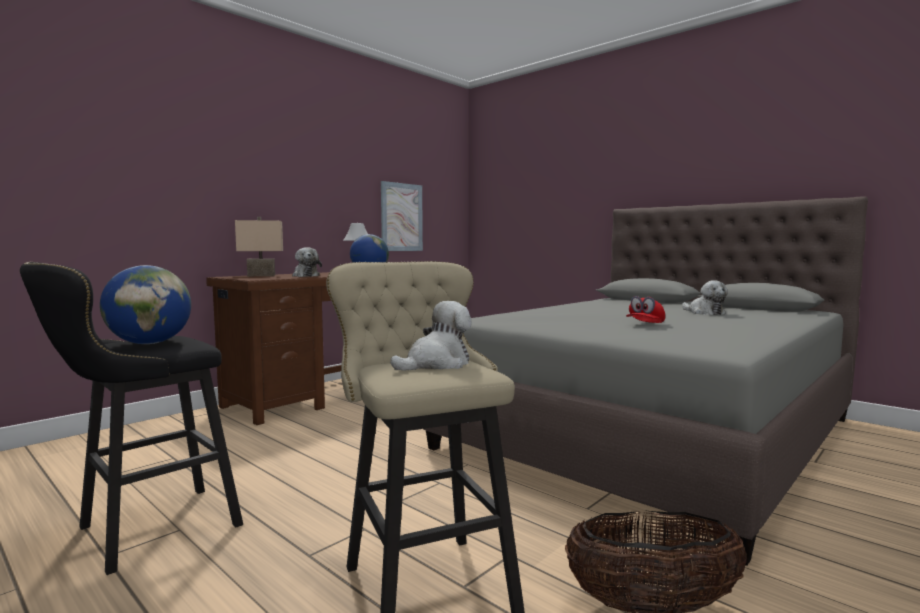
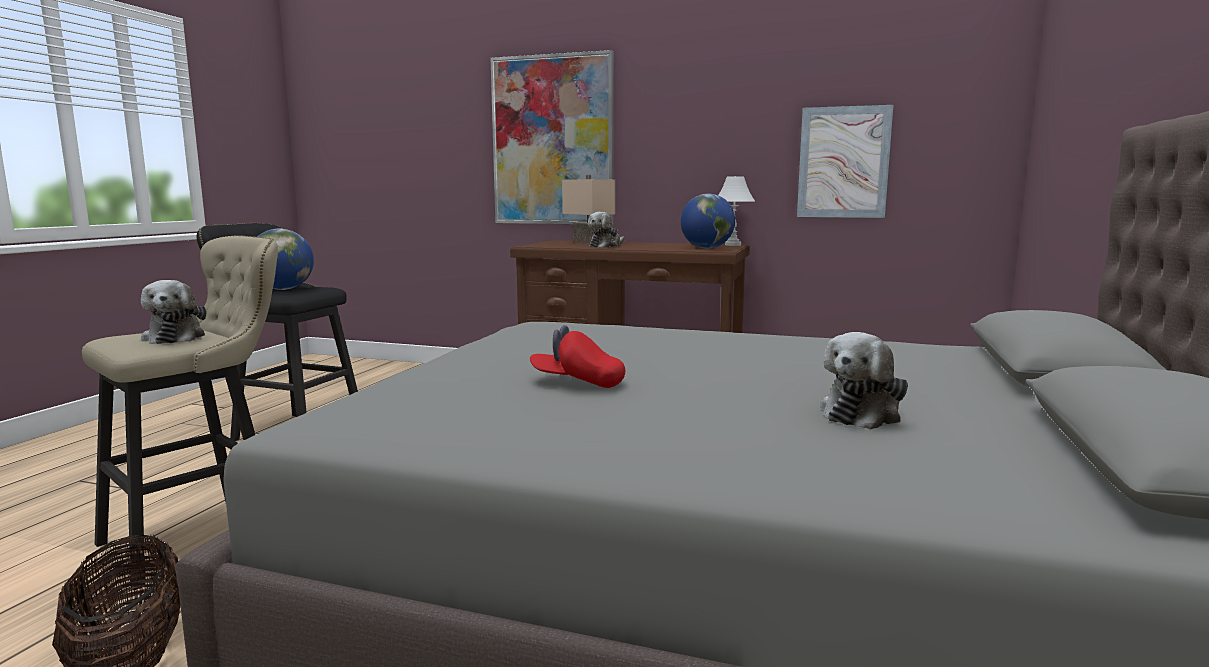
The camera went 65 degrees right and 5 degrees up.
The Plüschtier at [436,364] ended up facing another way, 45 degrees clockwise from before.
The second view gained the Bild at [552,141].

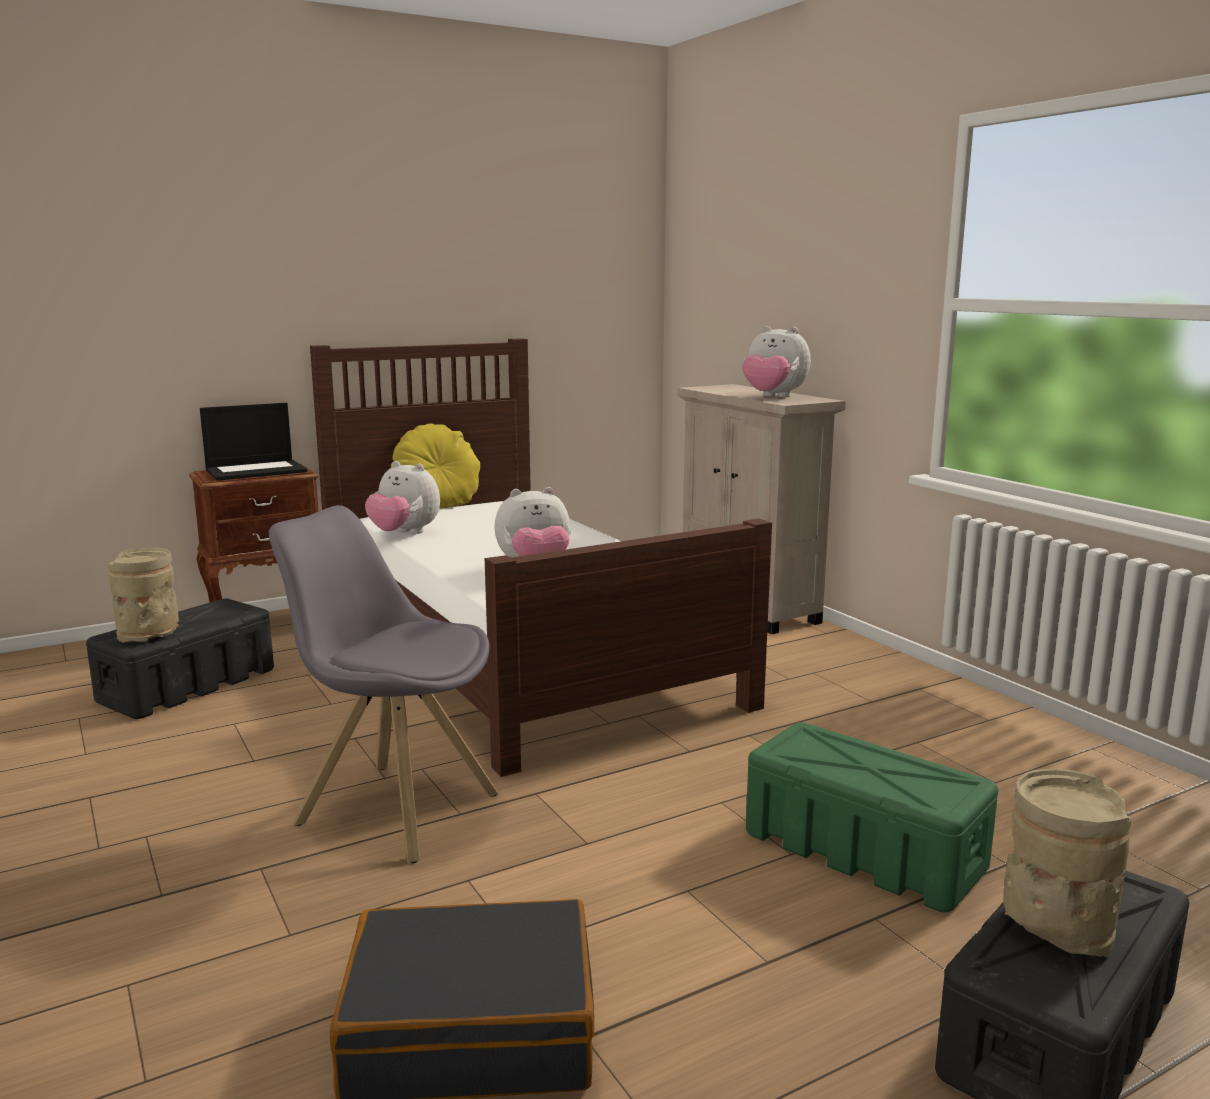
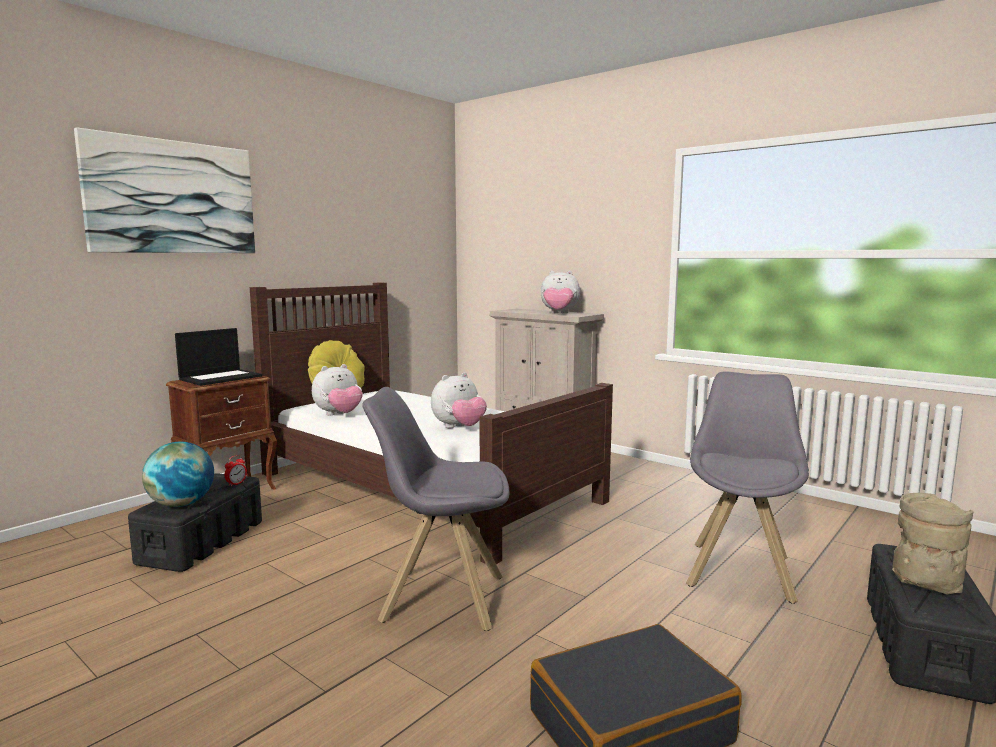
The camera went 20 degrees left and 5 degrees down.
The Plüschtier at [404,533] ended up facing another way, 45 degrees counterclockwise from before.
Where the Vase/beige stood at [149,635], the Globus came to stand at [181,504].
Where the Aufbewahrungsbox/grün stood at [865,851], the Stuhl/grau came to stand at [740,571].
The second view gained the Bild at [172,197].
The second view gained the Wecker at [236,484].

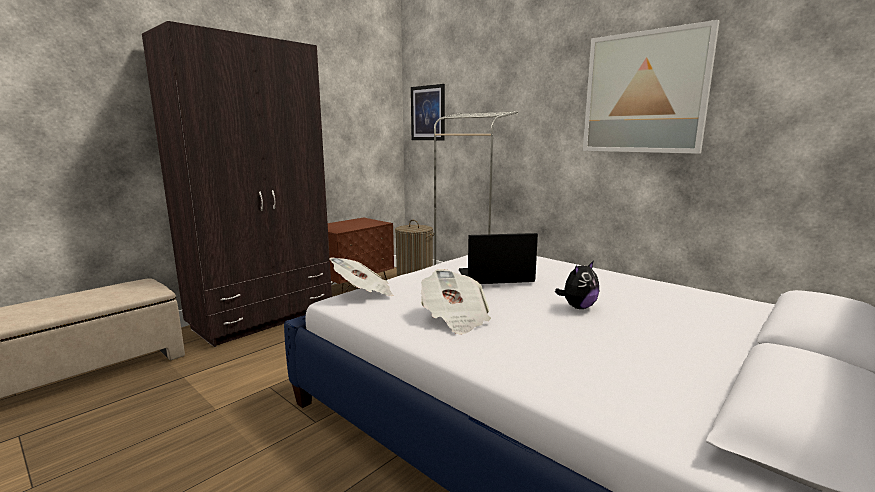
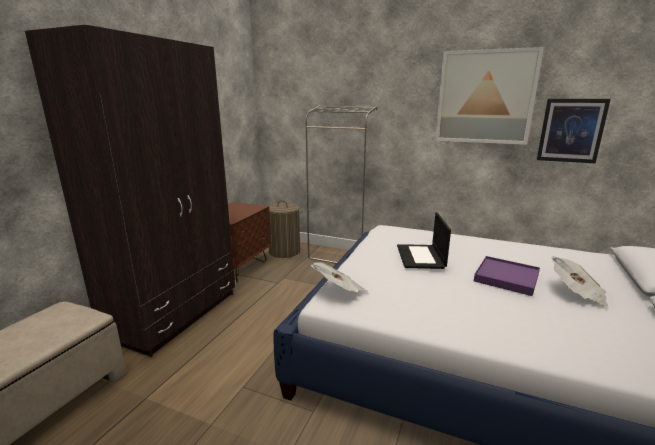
The camera went 20 degrees left and 5 degrees up.
The Bild ended up elsewhere, having gone from [428,113] to [571,130].
The Laptop at [495,276] ended up facing another way, 60 degrees counterclockwise from before.
Where the Plüschtier stood at [578,307], the Tablett/lila came to stand at [506,277].
The Zeitung ended up elsewhere, having gone from [455,319] to [577,294].

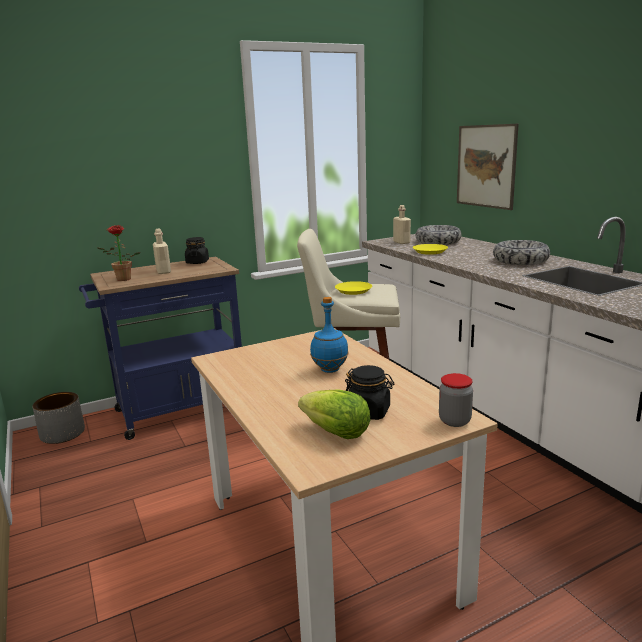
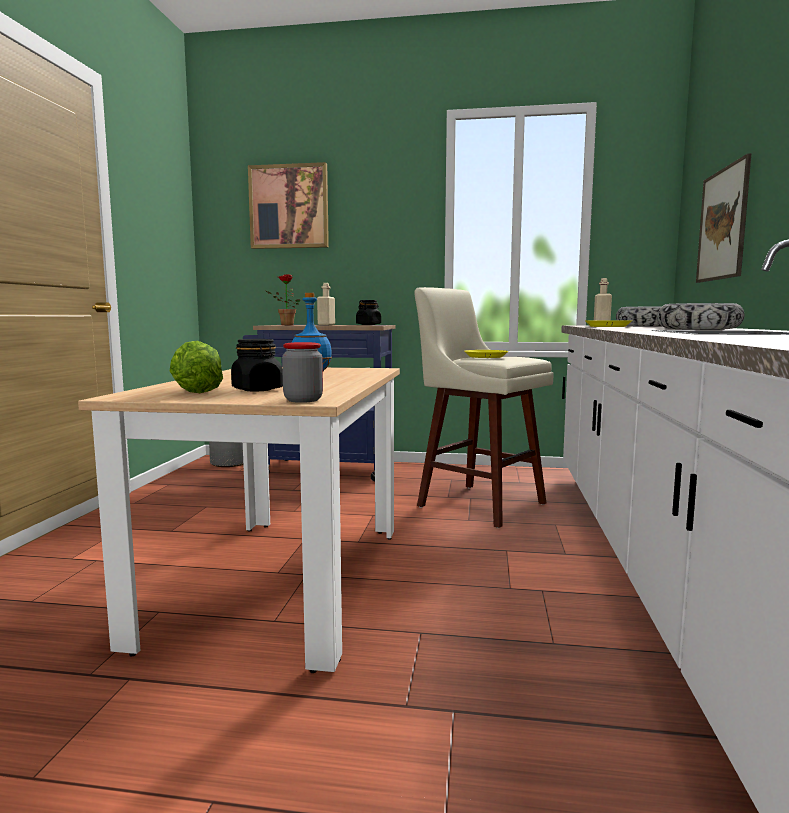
The camera went 35 degrees right and 10 degrees down.
The second view gained the Bild at [289,207].

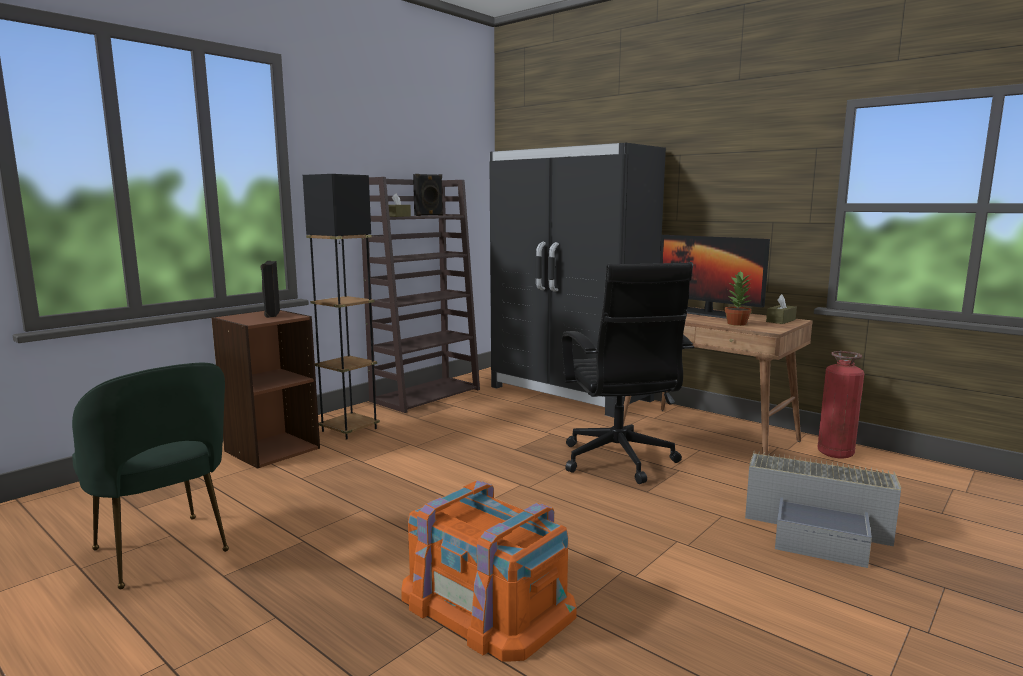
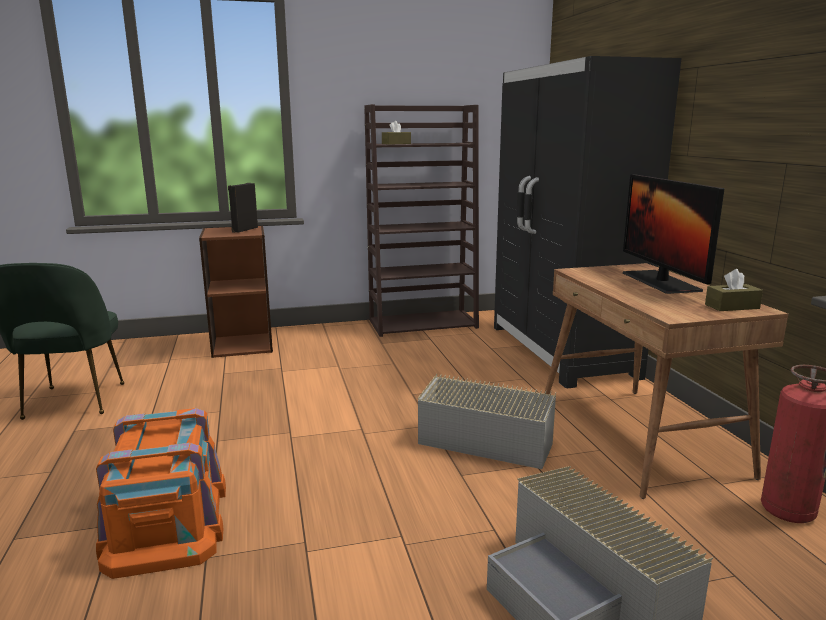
The camera went 35 degrees right and 5 degrees up.
The second view lost the Stehlampe/schwarz at [349,430].
The second view lost the Lautsprecher/schwarz at [429,215].
Where the Bürostuhl/schwarz stood at [619,462], the Aufbewahrungsbox/grau came to stand at [487,436].
The second view lost the Topfpflanze at [737,323].

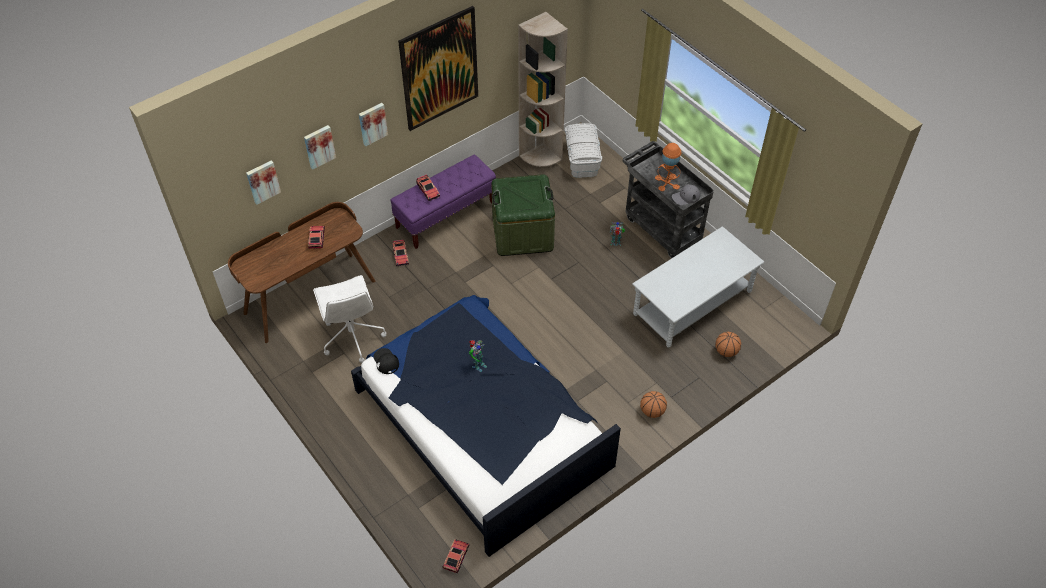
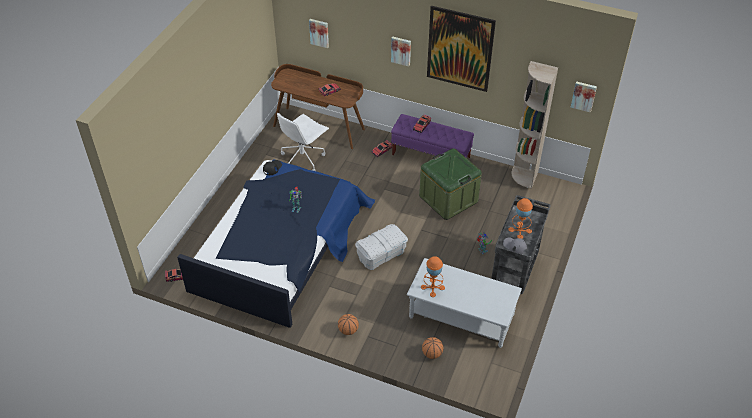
The camera went 60 degrees right and 5 degrees down.
The Aufbewahrungsbox/weiß ended up elsewhere, having gone from [582,159] to [381,254].
The Bild ended up elsewhere, having gone from [319,146] to [583,96].
The second view gained the Tischlampe/orange at [432,287].

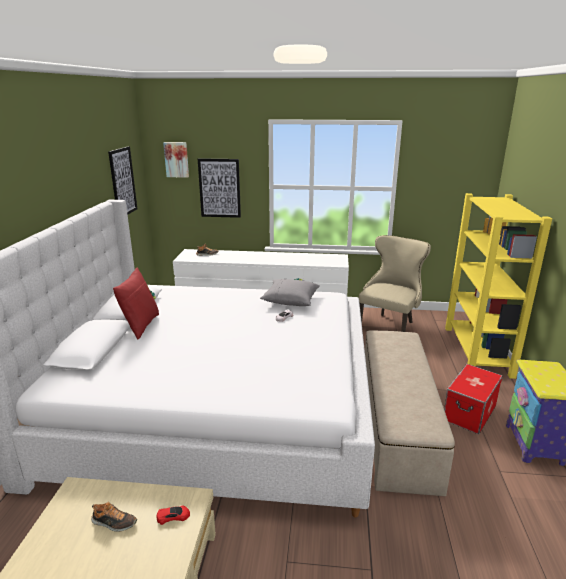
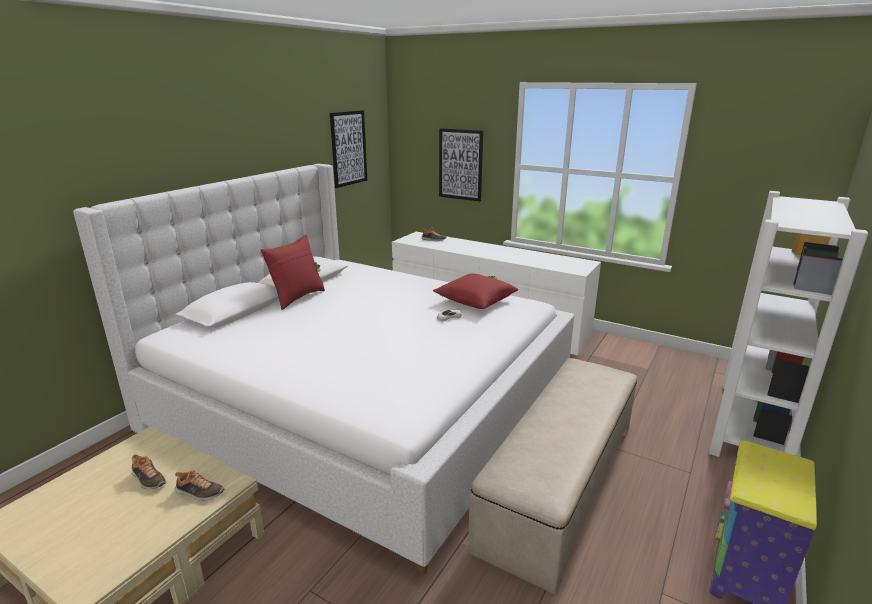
The camera went 25 degrees right and 0 degrees up.
The second view lost the Bild at [176,159].
What was the Bücherregal/gelb at [477,351] turned into the Bücherregal/weiß at [752,426].
The second view lost the Stuhl/beige at [389,326].
What was the Kissen/grau at [290,301] turned into the Kissen/rot at [475,301].
The second view lost the Aufbewahrungsbox at [470,413].
Where the Spielzeugauto/rot stood at [173,516], the Schuh came to stand at [199,493].

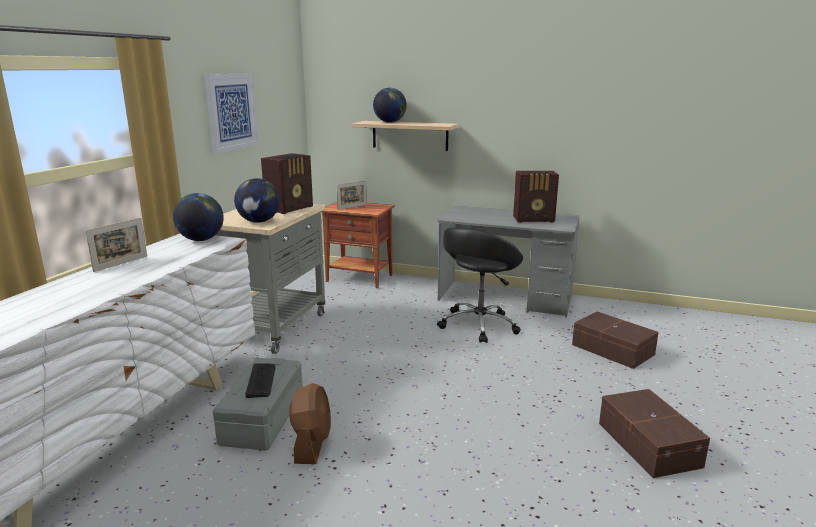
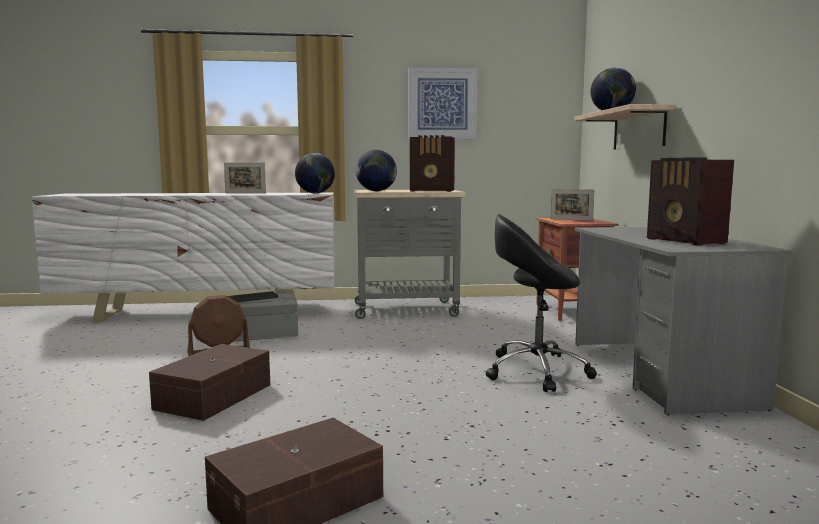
The camera went 65 degrees right and 10 degrees down.
The Aufbewahrungsbox/braun ended up elsewhere, having gone from [612,350] to [212,397].

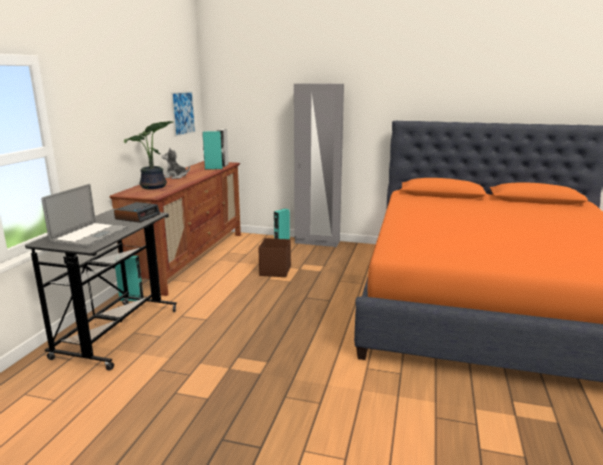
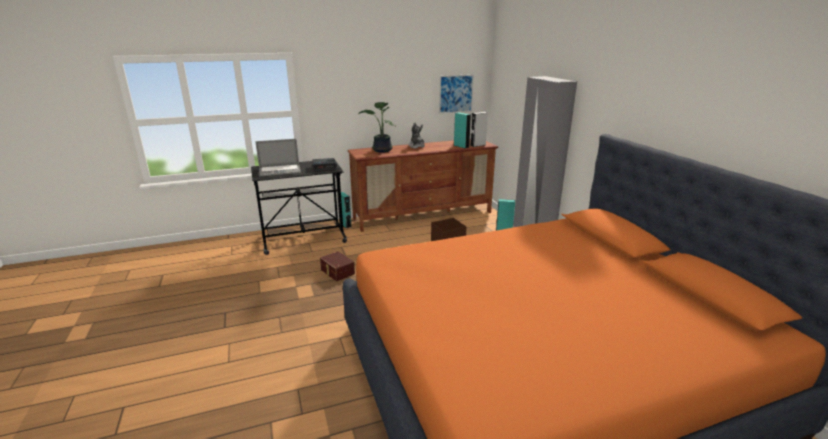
The camera went 55 degrees right and 5 degrees up.
The second view gained the Aufbewahrungsbox/braun at [337,272].

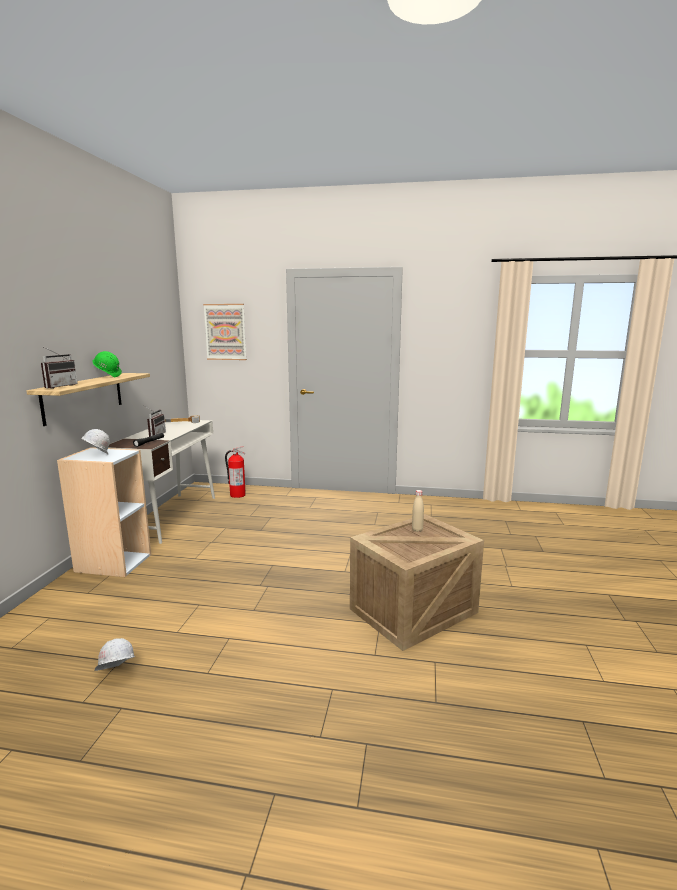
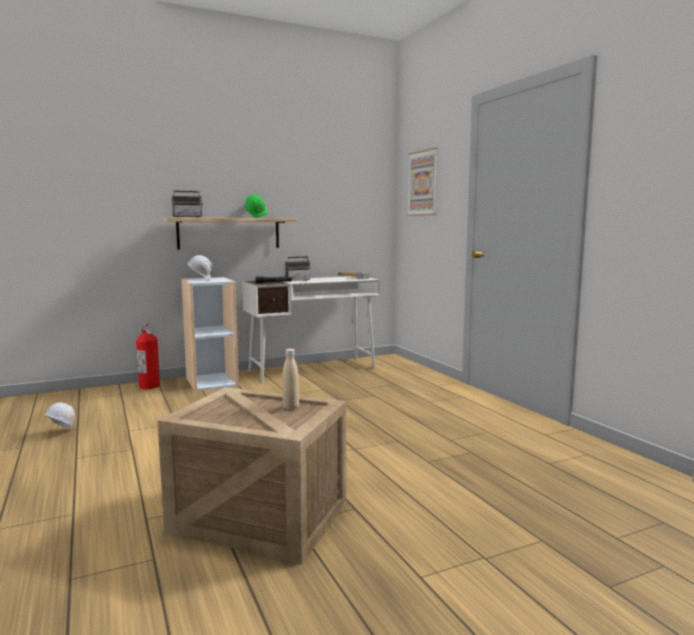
The camera went 55 degrees right and 5 degrees down.
The Feuerlöscher ended up elsewhere, having gone from [237,495] to [150,386].

